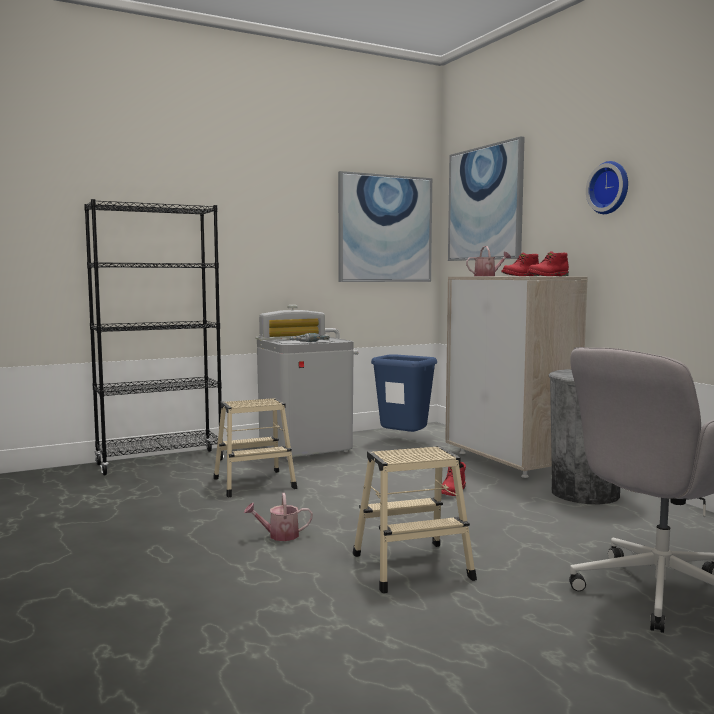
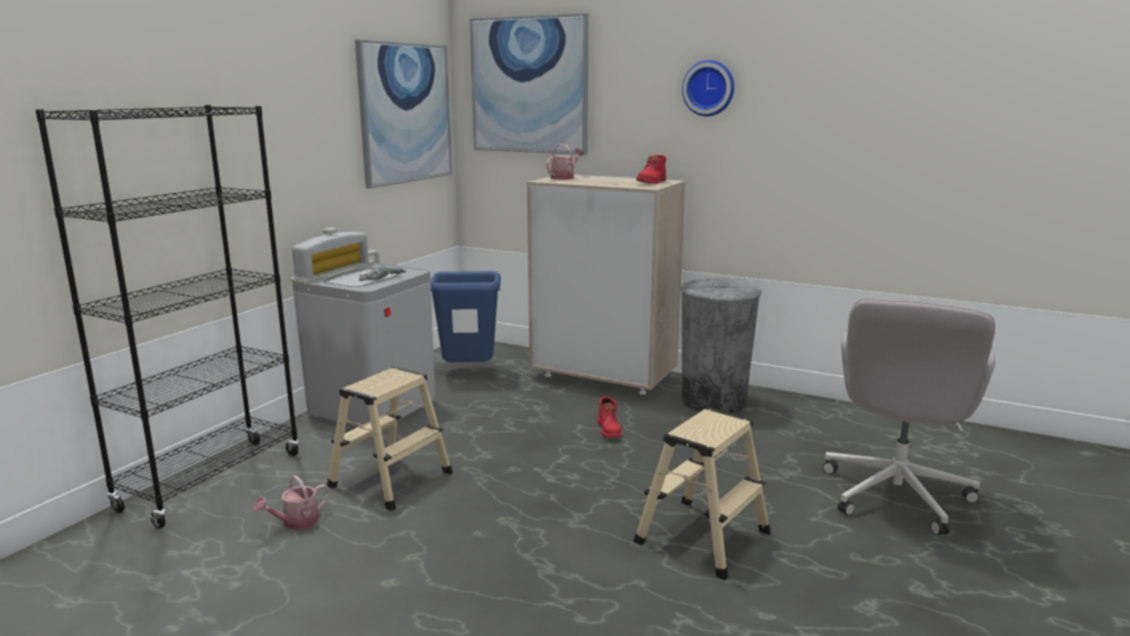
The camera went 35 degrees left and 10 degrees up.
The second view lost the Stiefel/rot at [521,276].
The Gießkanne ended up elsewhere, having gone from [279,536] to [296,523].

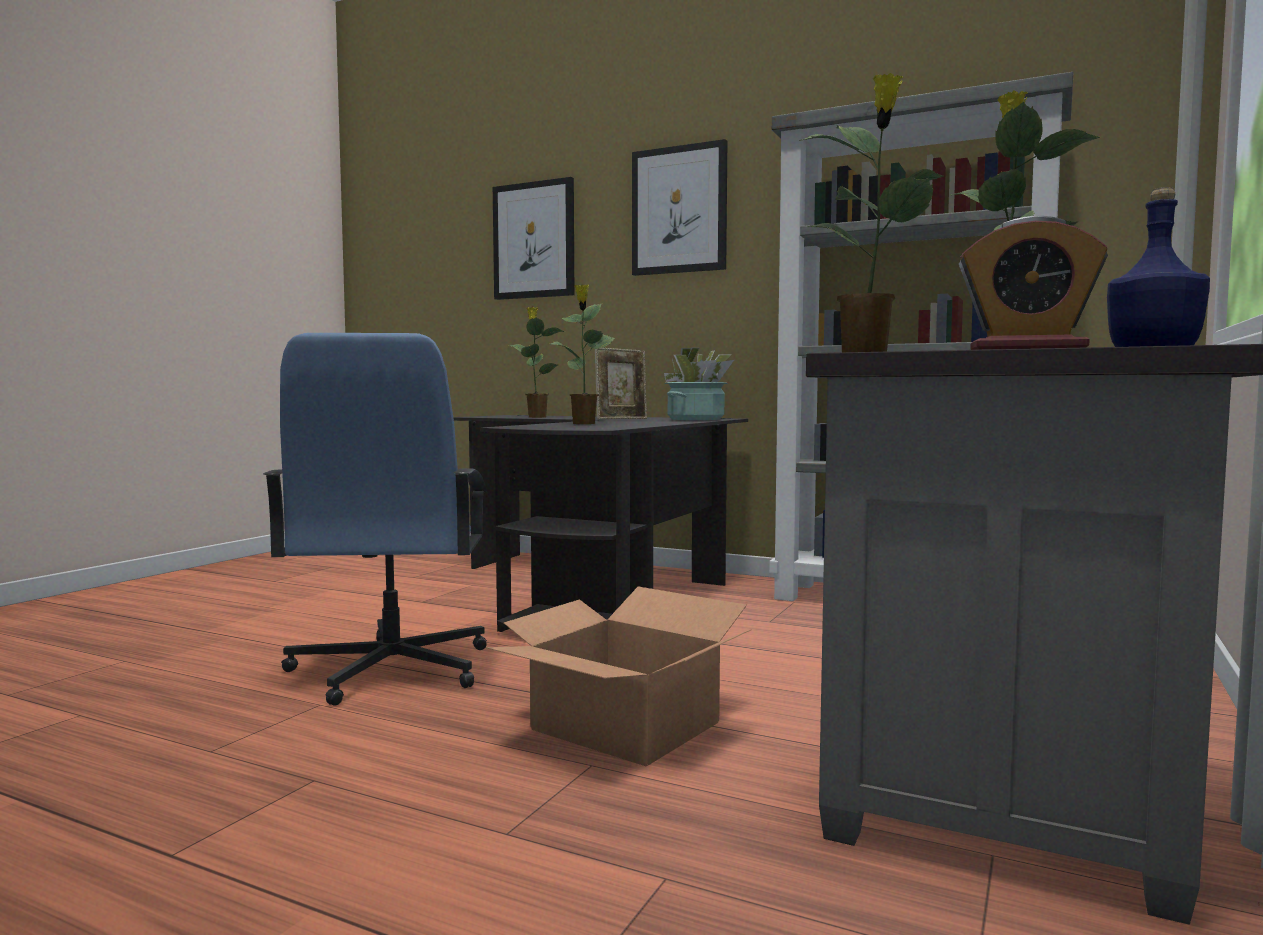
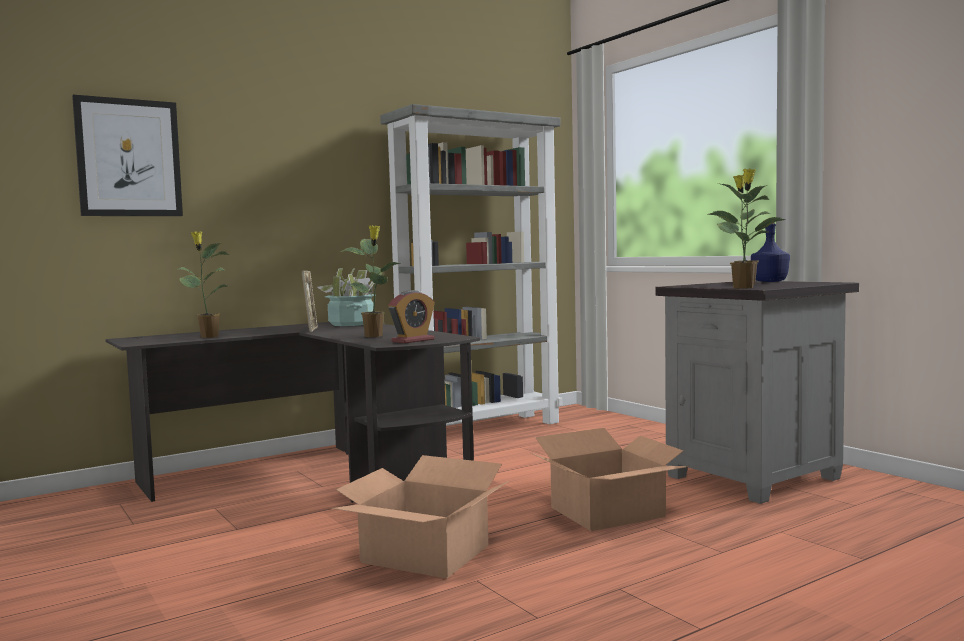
The camera went 60 degrees left and 0 degrees up.
The second view lost the Bild at [679,210].
The Wecker ended up elsewhere, having gone from [1027,349] to [413,340].
Where the Bürostuhl/blau stood at [389,670], the Karton came to stand at [425,554].

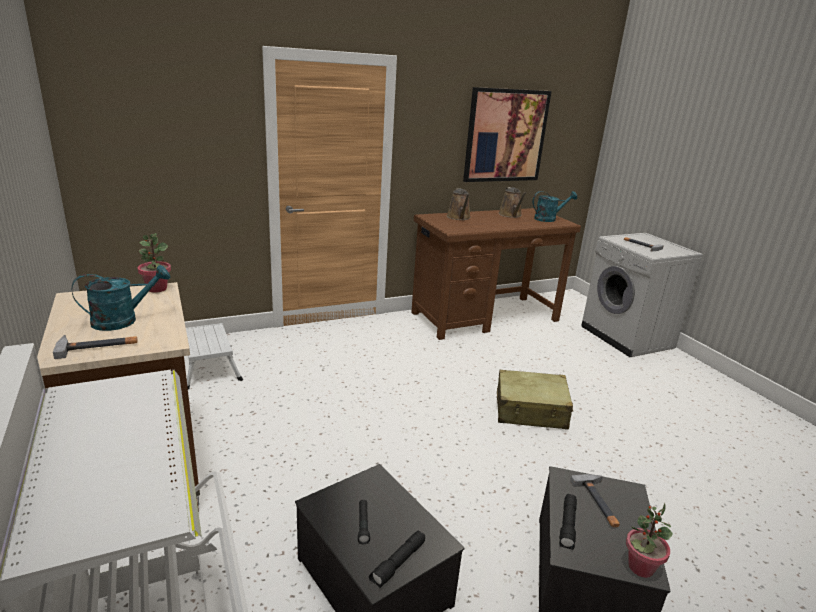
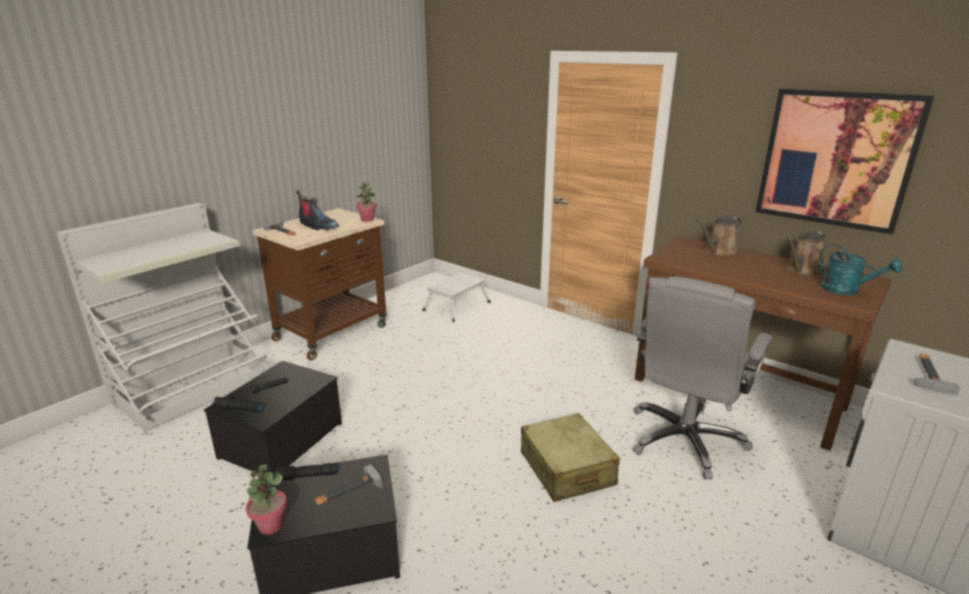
The camera went 65 degrees right and 0 degrees up.
Where the Gießkanne/türkis stood at [123,320], the Stiefel came to stand at [317,226].
The second view gained the Bürostuhl/grau at [685,439].

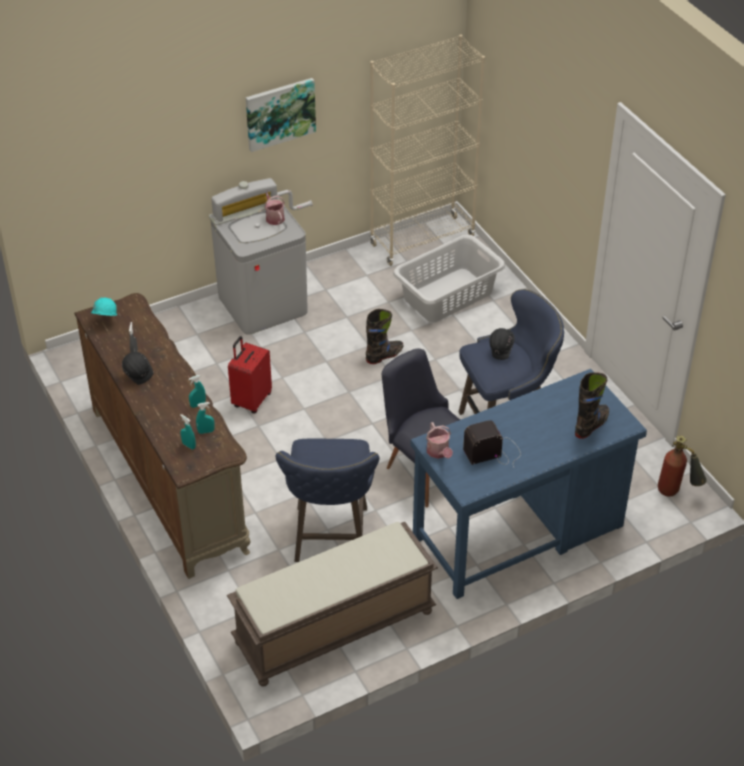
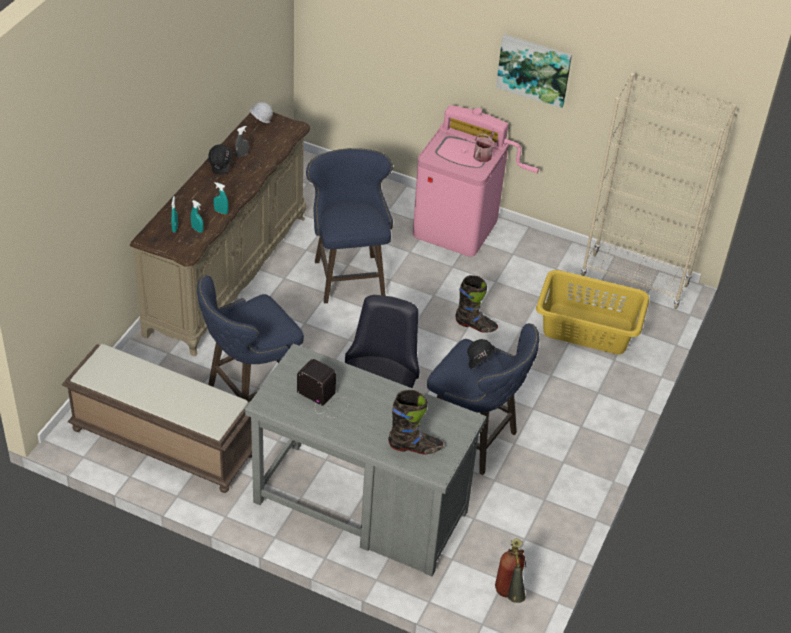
The camera went 50 degrees right and 0 degrees up.
What was the Waschmaschine/grau at [264,305] turned into the Waschmaschine/rosa at [457,229].
What was the Wäschekorb/grau at [448,295] turned into the Wäschekorb/gelb at [588,329].
What was the Schutzhelm/türkis at [105,322] turned into the Schutzhelm/weiß at [260,124].
Where the Koffer/rot stood at [251,400], the Hocker/blau came to stand at [349,276].
What was the Schreibtisch/blau at [518,533] turned into the Schreibtisch/grau at [359,507].
The second view lost the Gießkanne at [439,452].

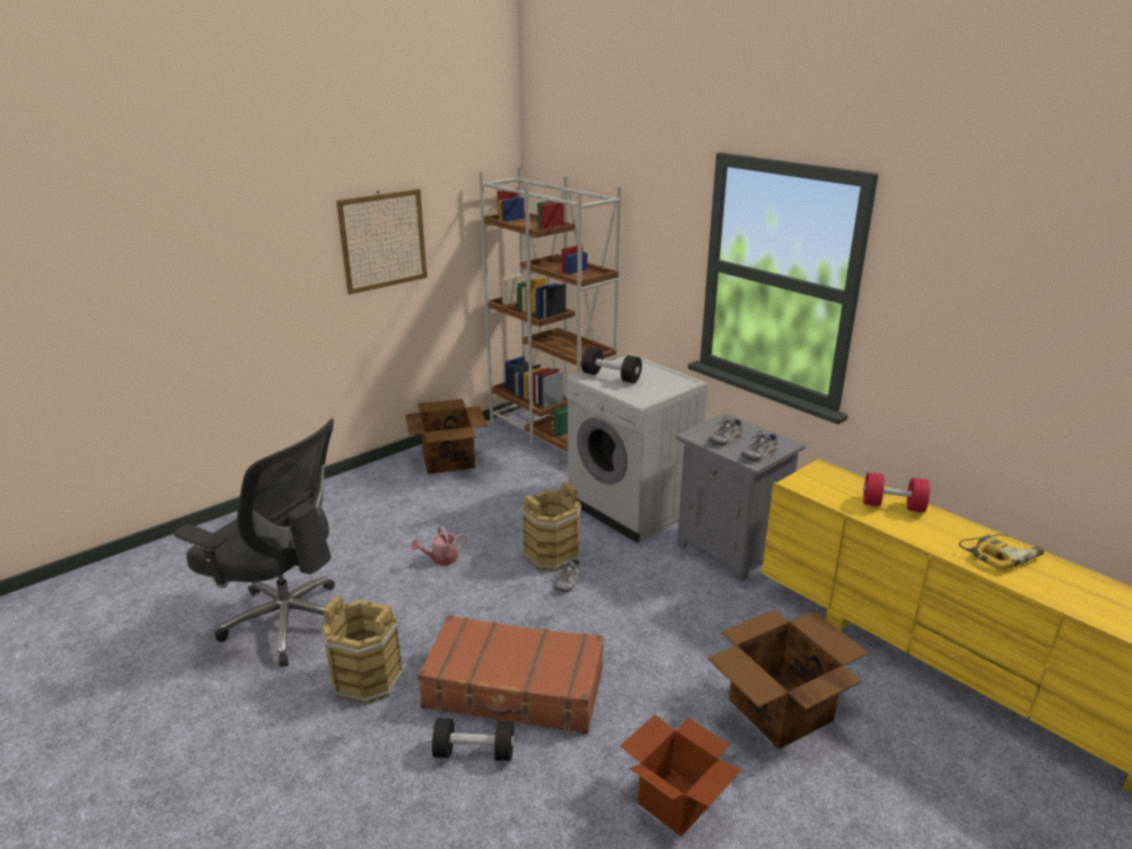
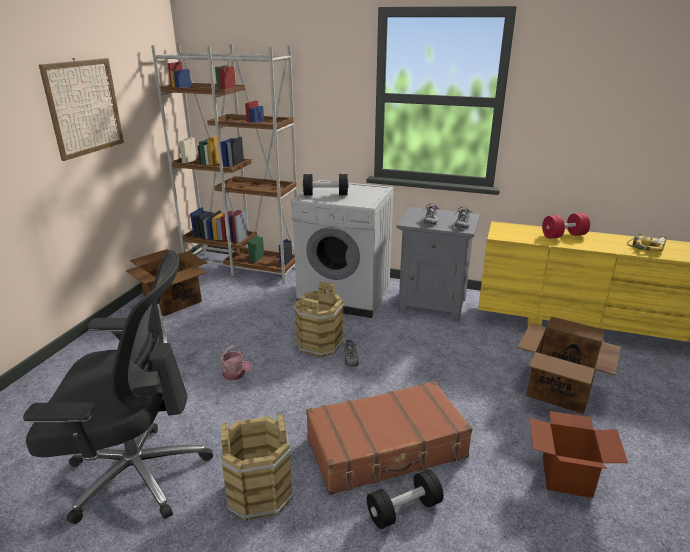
The camera went 30 degrees left and 0 degrees up.
The Gießkanne at [441,559] ended up facing another way, 75 degrees counterclockwise from before.

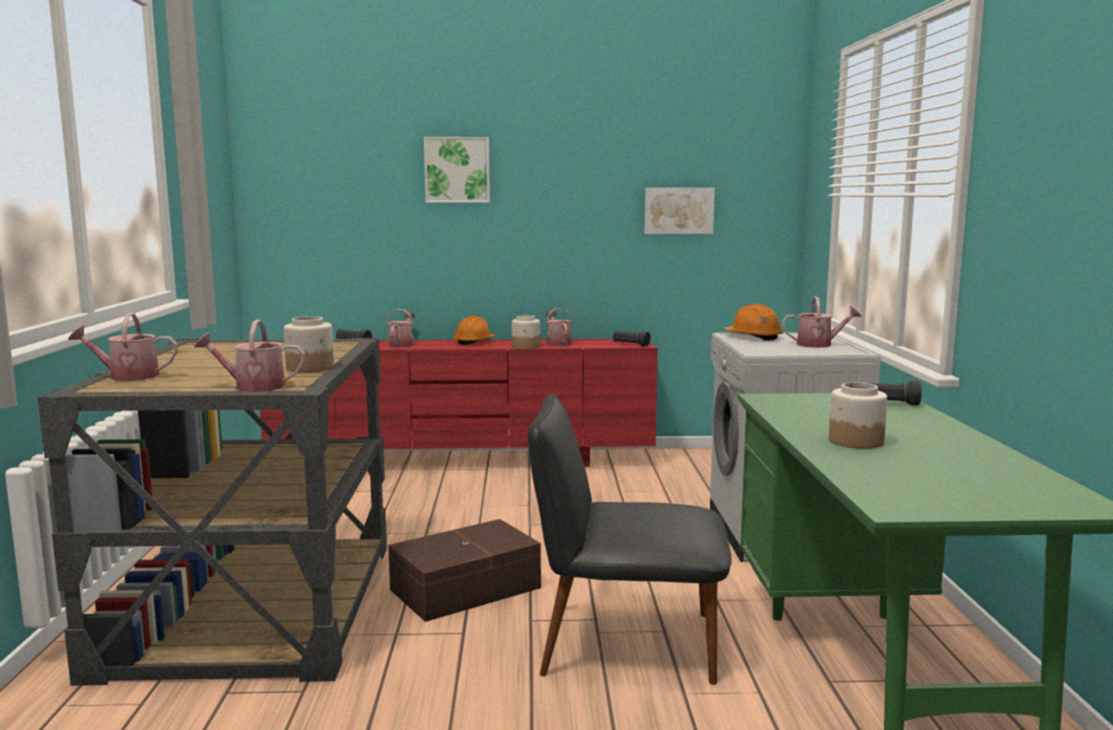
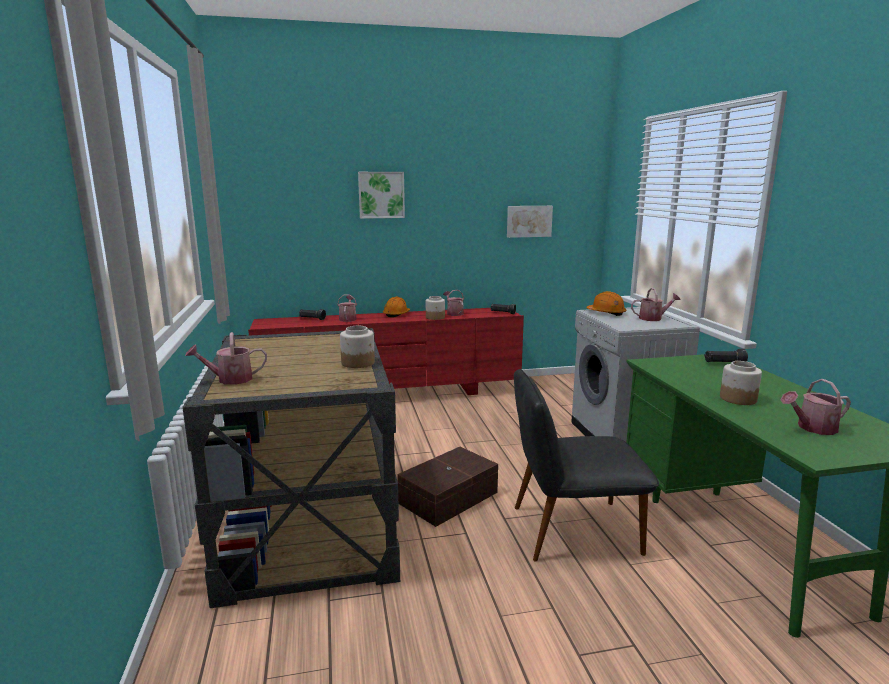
The camera went 10 degrees left and 5 degrees up.
The Gießkanne ended up elsewhere, having gone from [253,387] to [812,428].

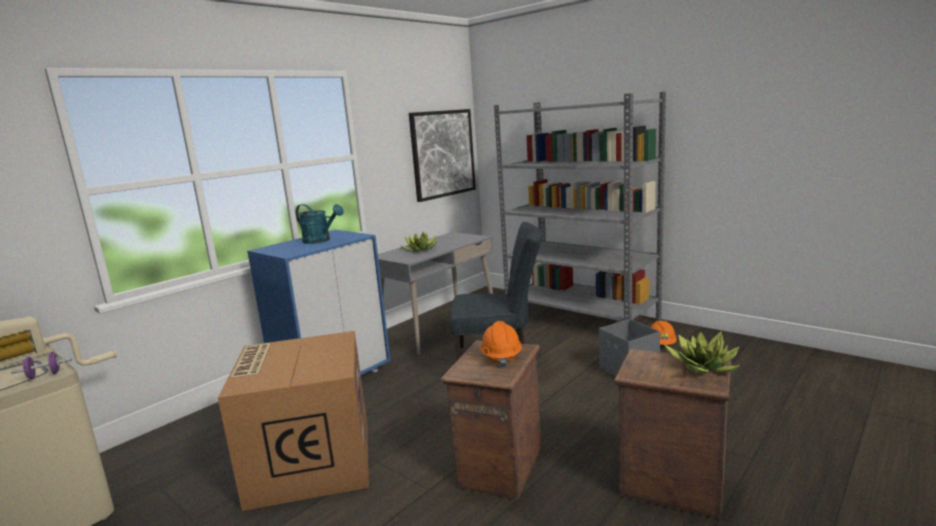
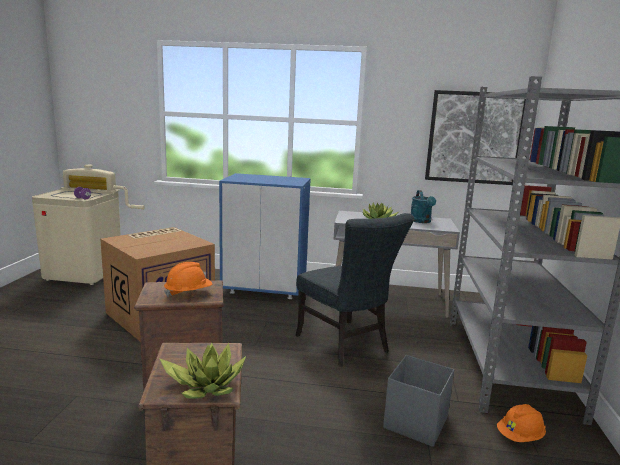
The camera went 55 degrees right and 0 degrees up.
The Gießkanne/türkis ended up elsewhere, having gone from [320,241] to [421,221].

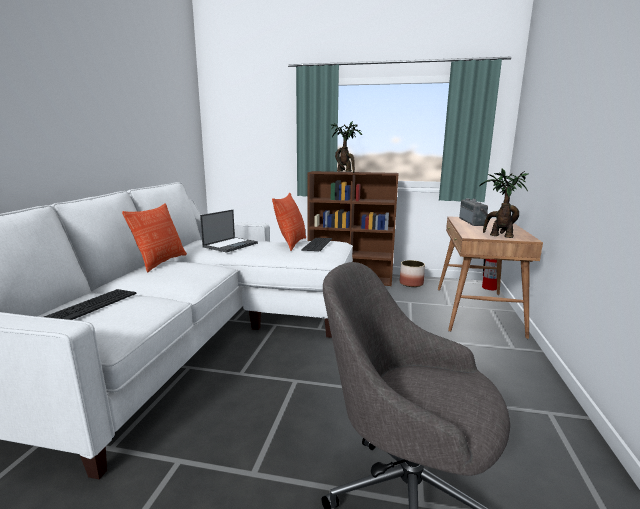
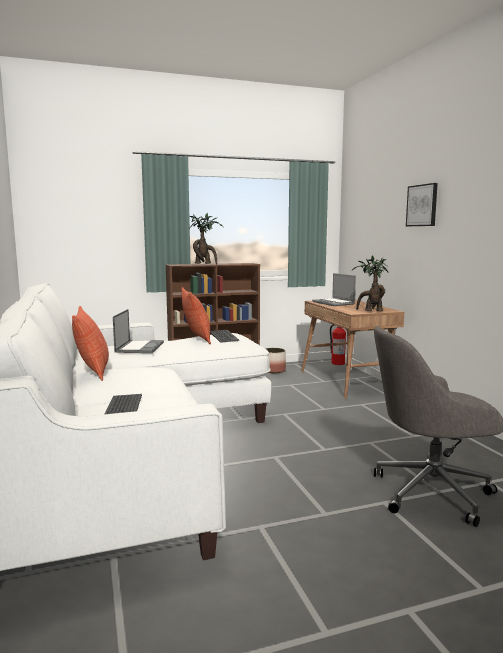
The camera went 30 degrees left and 5 degrees down.
Where the Radio stood at [474,222], the Laptop came to stand at [334,303].
The second view gained the Bild at [422,205].

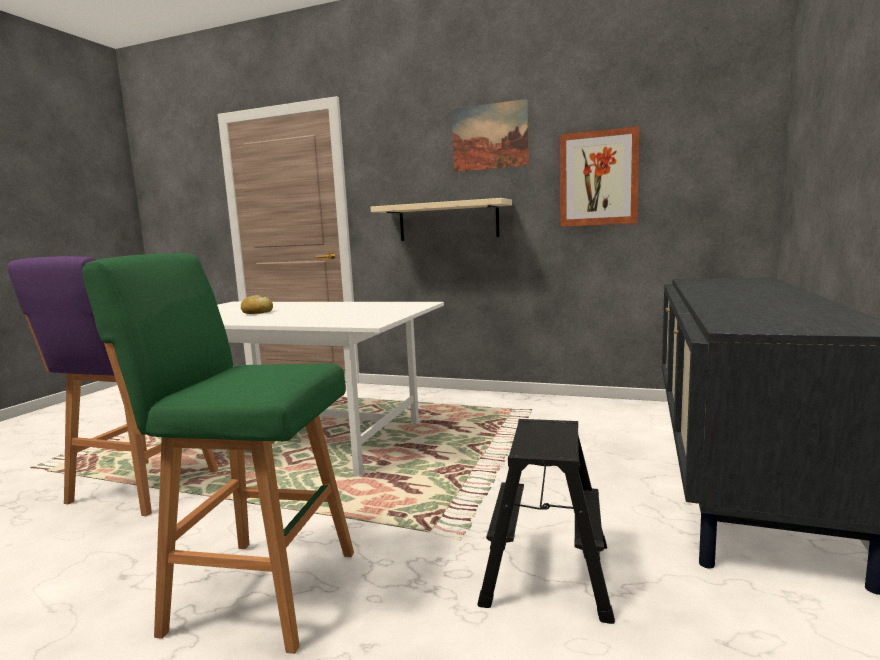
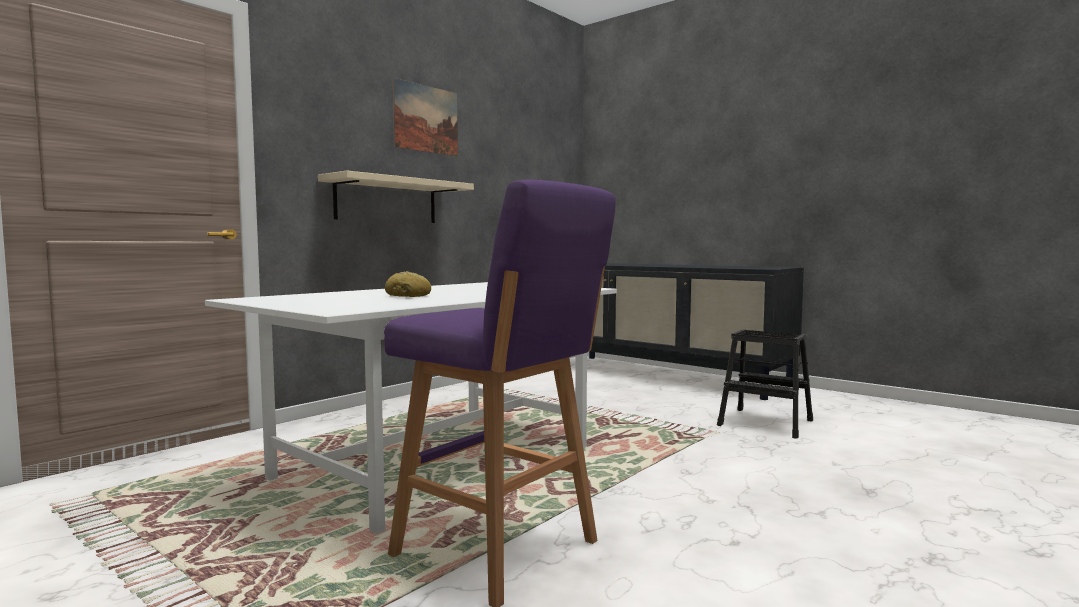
The camera went 70 degrees left and 5 degrees down.
The second view lost the Bild at [598,178].
The second view lost the Hocker/grün at [257,590].

